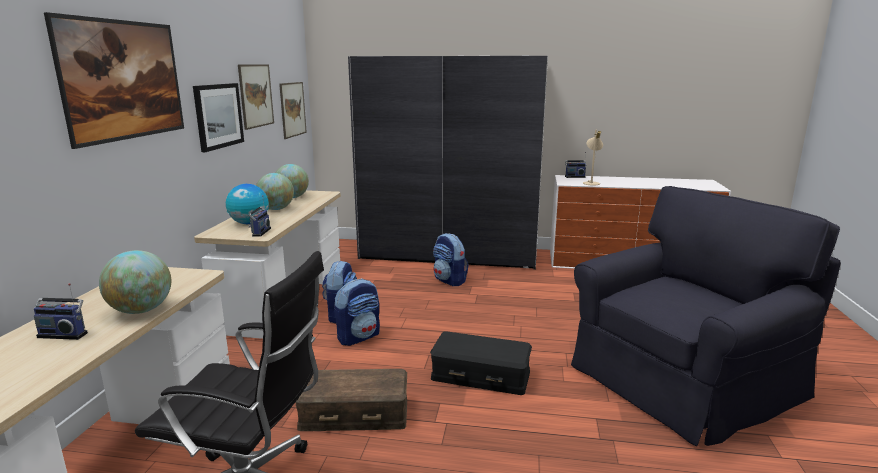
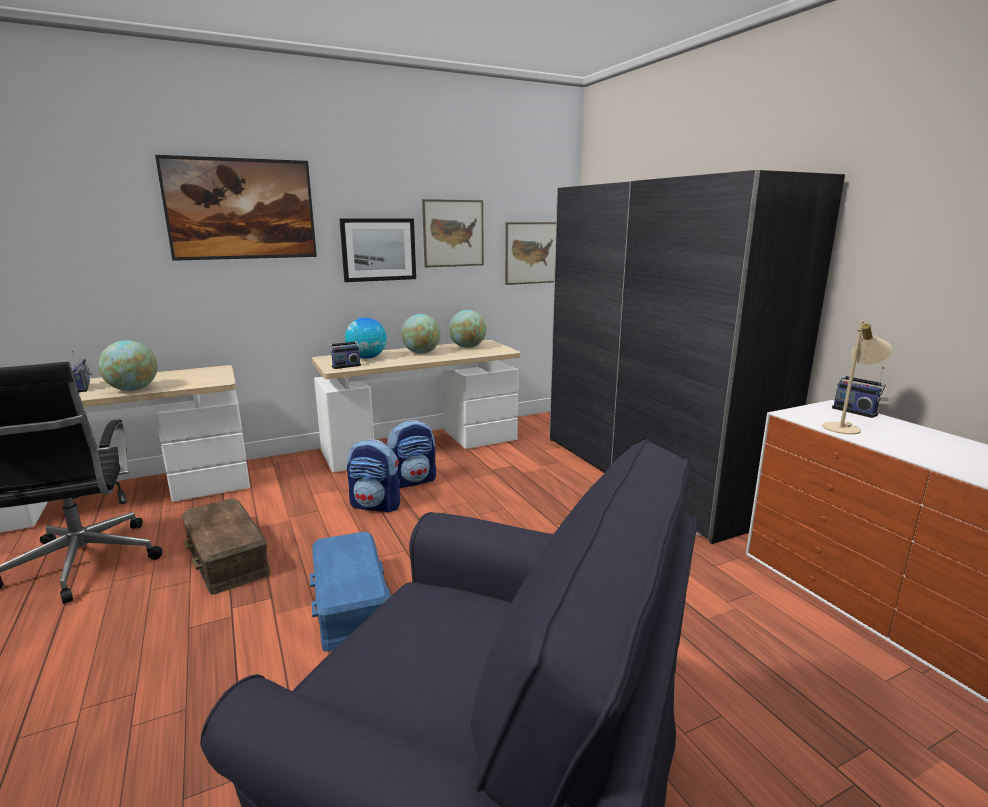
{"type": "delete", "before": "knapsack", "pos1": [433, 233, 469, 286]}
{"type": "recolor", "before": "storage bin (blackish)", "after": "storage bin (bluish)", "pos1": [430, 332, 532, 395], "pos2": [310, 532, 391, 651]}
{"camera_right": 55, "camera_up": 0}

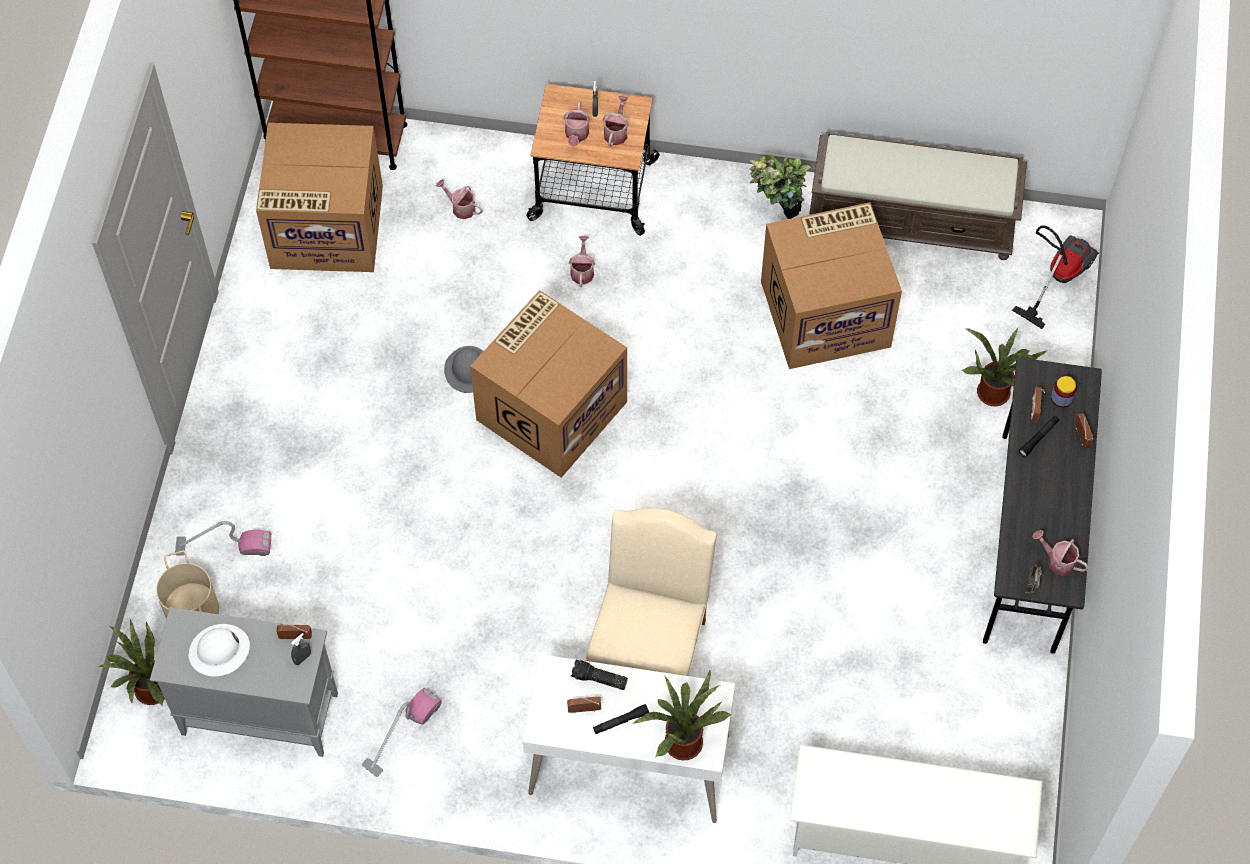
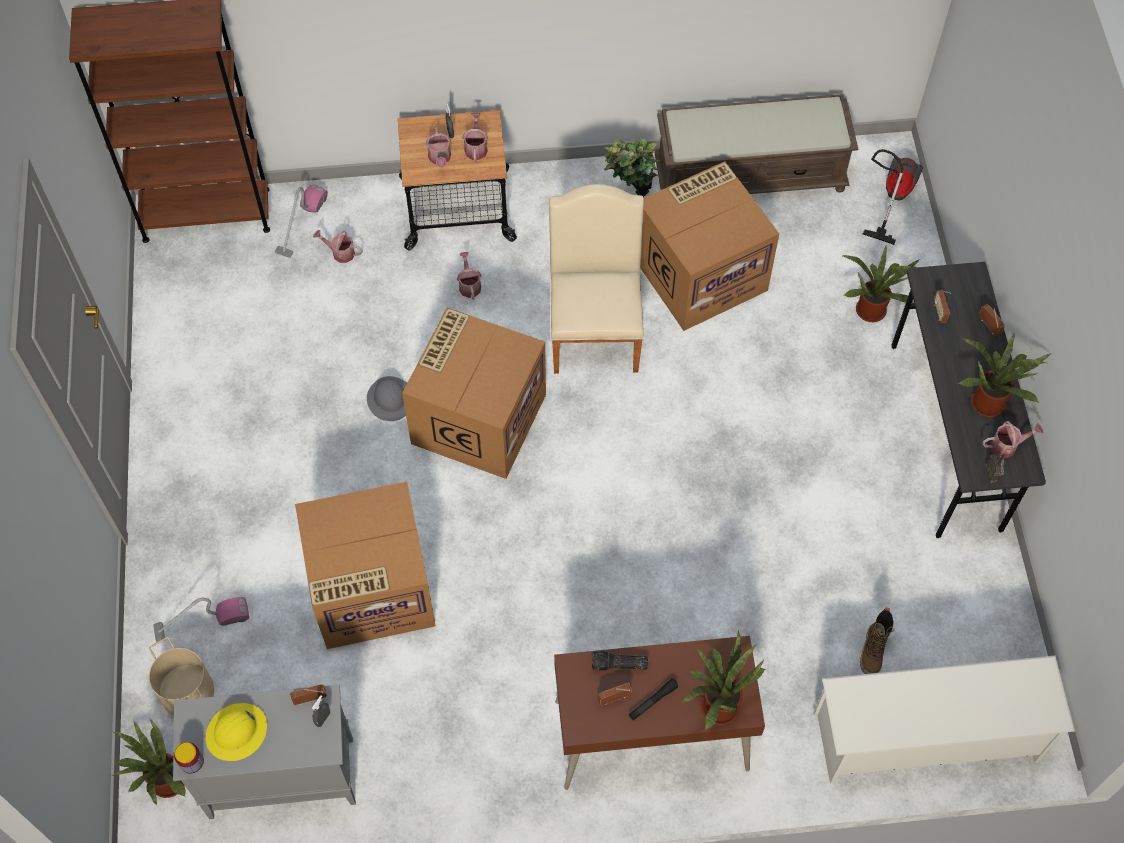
{"type": "delete", "before": "flashlight (blackish)", "pos1": [1019, 416, 1059, 457]}
{"type": "insert", "after": "high-top boot", "pos2": [860, 607, 894, 674]}
{"type": "insert", "after": "potted plant", "pos2": [958, 332, 1052, 417]}
{"type": "move", "before": "cardboard box", "pos1": [256, 123, 383, 272], "pos2": [295, 482, 436, 649]}
{"type": "move", "before": "vacuum cleaner", "pos1": [362, 688, 442, 777], "pos2": [275, 185, 328, 258]}
{"type": "move", "before": "chair (beige)", "pos1": [586, 508, 717, 676], "pos2": [549, 184, 644, 374]}
{"type": "move", "before": "jar", "pos1": [1051, 376, 1077, 407], "pos2": [174, 742, 204, 774]}
{"type": "recolor", "before": "hard hat (white)", "after": "hard hat (yellowish)", "pos1": [189, 624, 250, 677], "pos2": [206, 703, 267, 761]}
{"type": "recolor", "before": "desk (white)", "after": "desk (brown-coloured)", "pos1": [523, 654, 735, 823], "pos2": [554, 636, 765, 790]}
{"type": "rotate", "before": "watering pot", "pos1": [1033, 530, 1089, 576], "pos2": [983, 421, 1044, 458], "turn": 150}
{"camera_right": -15, "camera_up": 0}

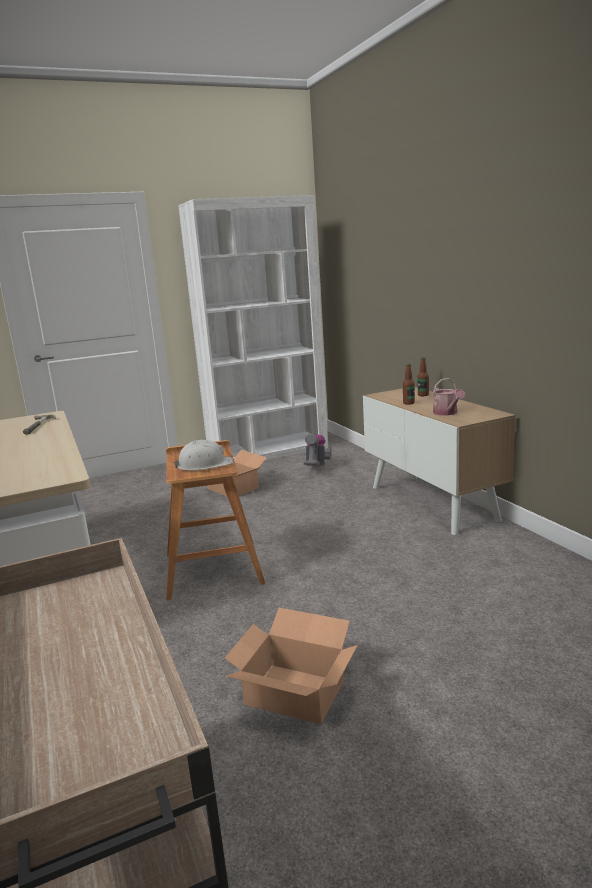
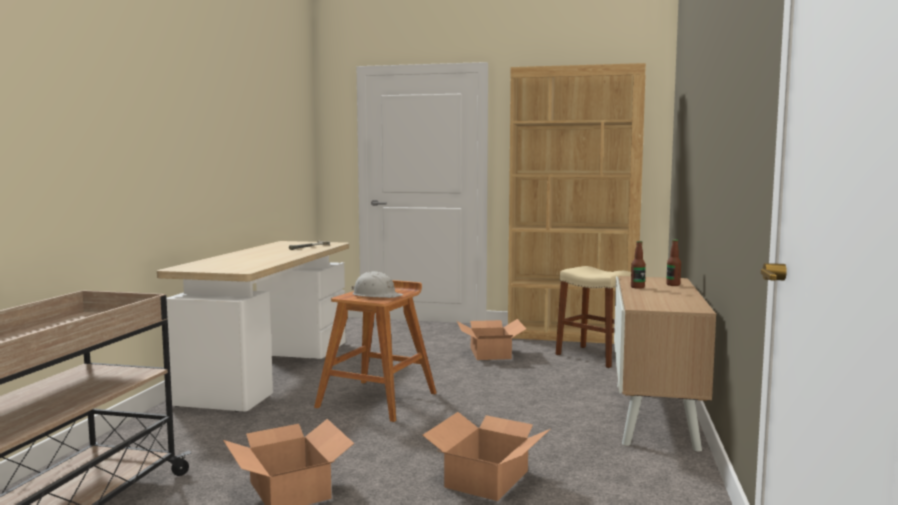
{"type": "delete", "before": "watering pot", "pos1": [433, 378, 465, 416]}
{"type": "insert", "after": "cardboard box", "pos2": [423, 412, 550, 501]}
{"type": "replace", "before": "vacuum cleaner", "after": "stool (beige)", "pos1": [304, 434, 331, 466], "pos2": [556, 266, 631, 368]}
{"type": "recolor", "before": "shelving unit (white)", "after": "shelving unit (brown-coloured)", "pos1": [178, 195, 328, 460], "pos2": [508, 63, 646, 344]}
{"camera_right": 35, "camera_up": -10}

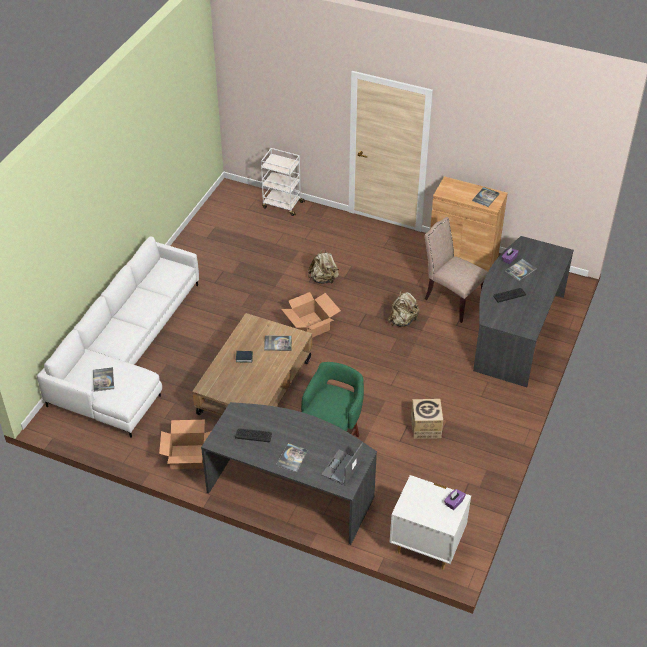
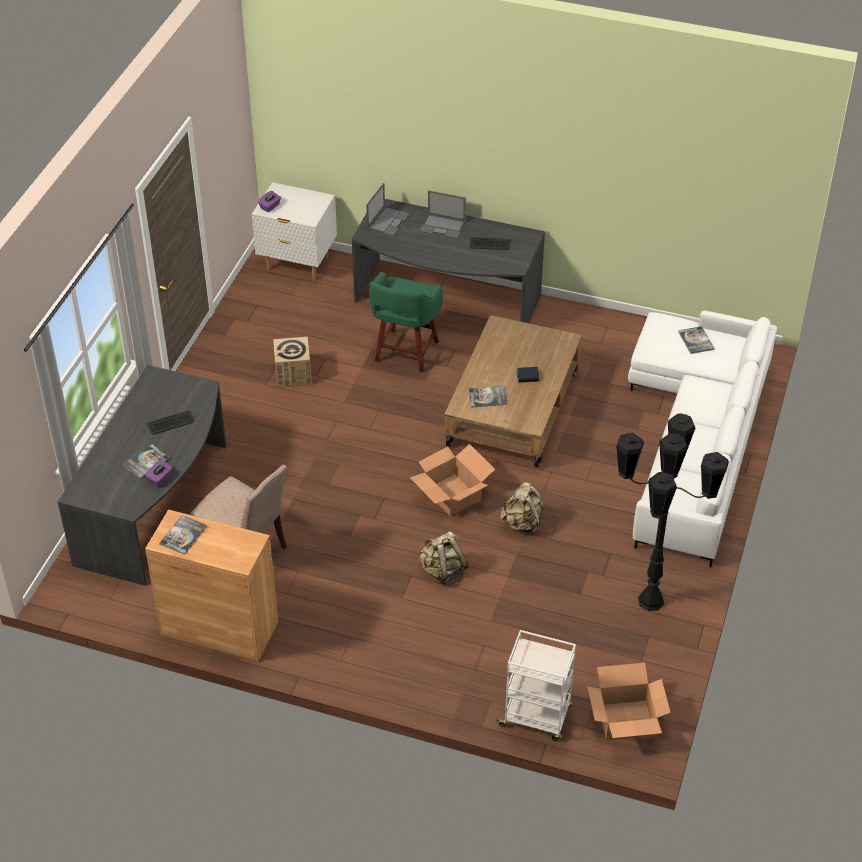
{"type": "insert", "after": "standard lamp (blackish)", "pos2": [616, 413, 729, 611]}
{"type": "move", "before": "cardboard box", "pos1": [159, 420, 211, 469], "pos2": [587, 663, 671, 741]}
{"type": "move", "before": "knapsack (beige)", "pos1": [388, 291, 419, 327], "pos2": [500, 482, 544, 535]}
{"type": "replace", "before": "book", "after": "laptop", "pos1": [276, 443, 309, 473], "pos2": [420, 190, 466, 239]}
{"camera_right": 175, "camera_up": 0}

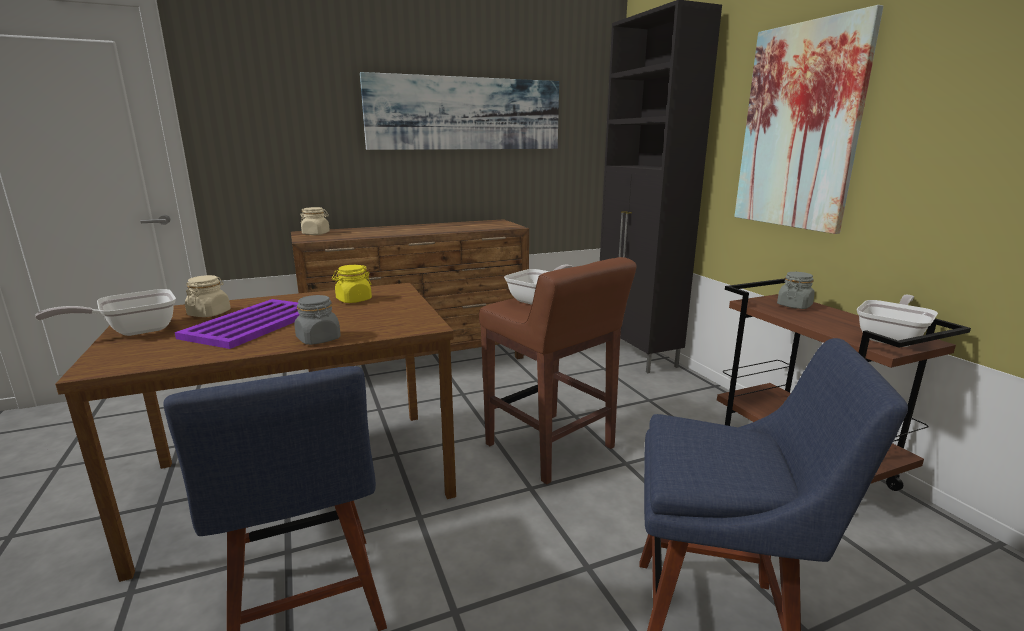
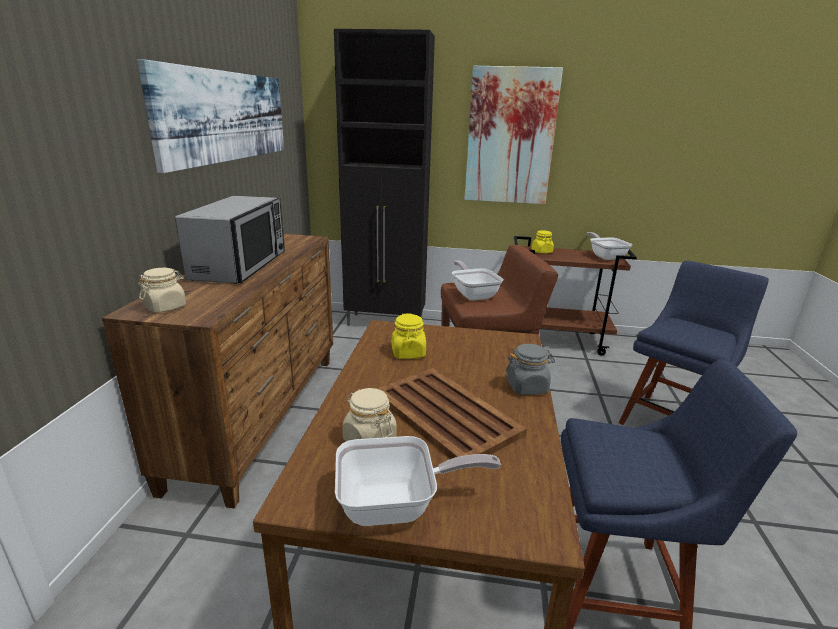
{"type": "insert", "after": "microwave oven", "pos2": [175, 196, 285, 284]}
{"type": "recolor", "before": "carrying tray (purple)", "after": "carrying tray (brown-coloured)", "pos1": [175, 299, 299, 349], "pos2": [377, 368, 527, 469]}
{"type": "recolor", "before": "jar (grey)", "after": "jar (yellowish)", "pos1": [777, 272, 815, 309], "pos2": [532, 230, 554, 253]}
{"type": "rotate", "before": "frying pan", "pos1": [35, 289, 176, 336], "pos2": [335, 436, 501, 526], "turn": -90}
{"camera_right": -60, "camera_up": 5}

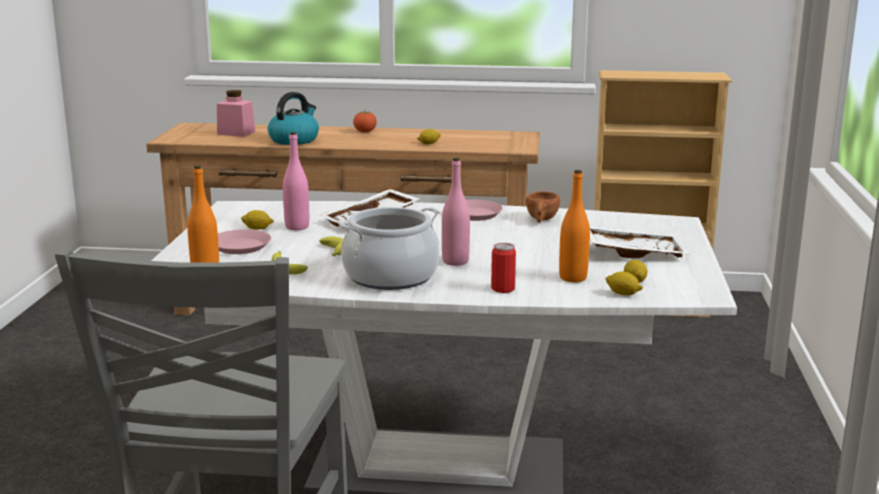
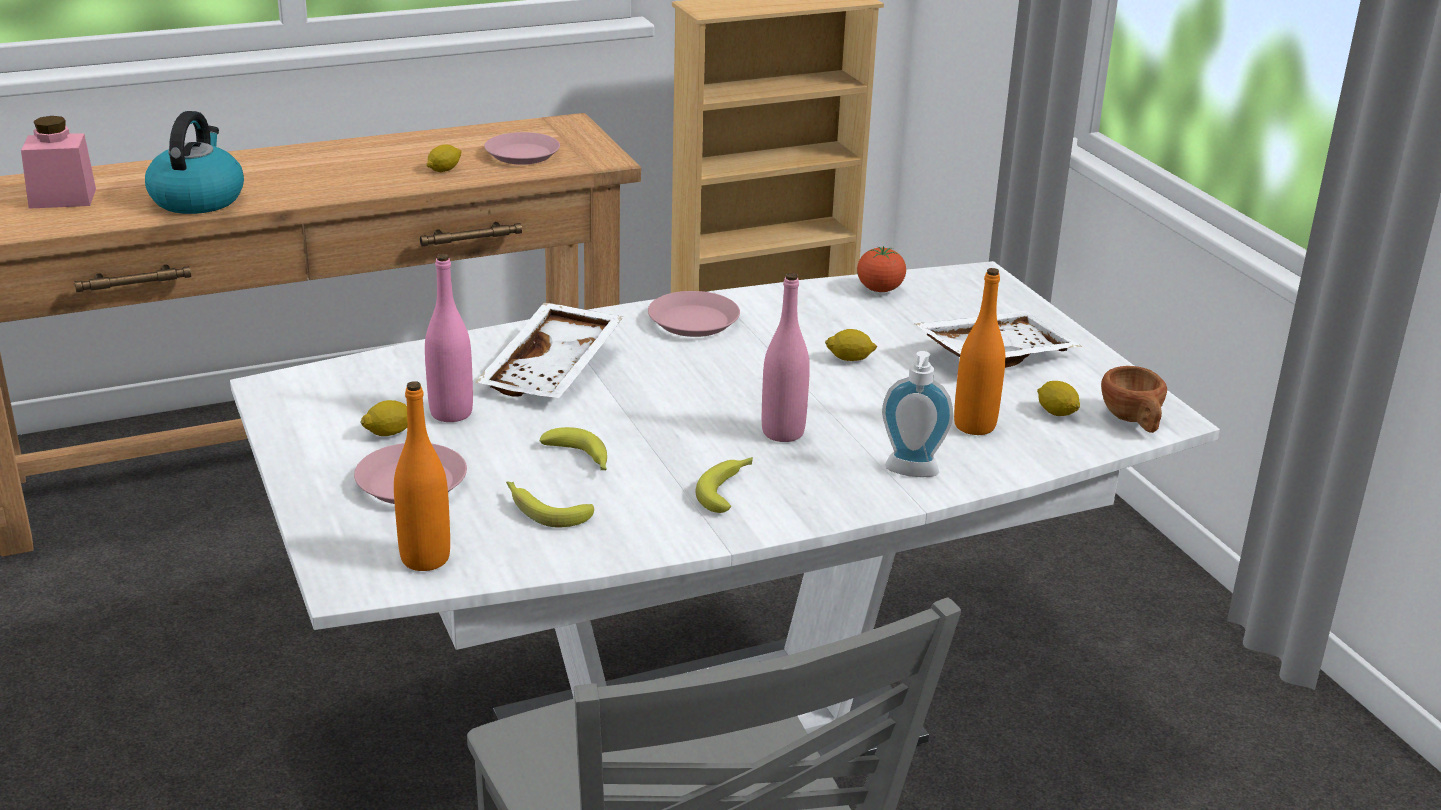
{"type": "insert", "after": "plate (pink-coloured)", "pos2": [484, 132, 560, 165]}
{"type": "move", "before": "whole tomato", "pos1": [353, 111, 377, 133], "pos2": [857, 246, 906, 292]}
{"type": "move", "before": "drinking cup (brown-coloured)", "pos1": [526, 191, 560, 223], "pos2": [1101, 366, 1167, 433]}
{"type": "move", "before": "whole lemon", "pos1": [606, 271, 643, 295], "pos2": [825, 329, 877, 361]}
{"type": "replace", "before": "stockpot", "after": "banana fruit", "pos1": [338, 207, 440, 290], "pos2": [695, 457, 753, 513]}
{"type": "replace", "before": "metal can", "after": "liquid soap bottle", "pos1": [491, 243, 516, 293], "pos2": [882, 351, 953, 477]}
{"camera_right": -30, "camera_up": 10}

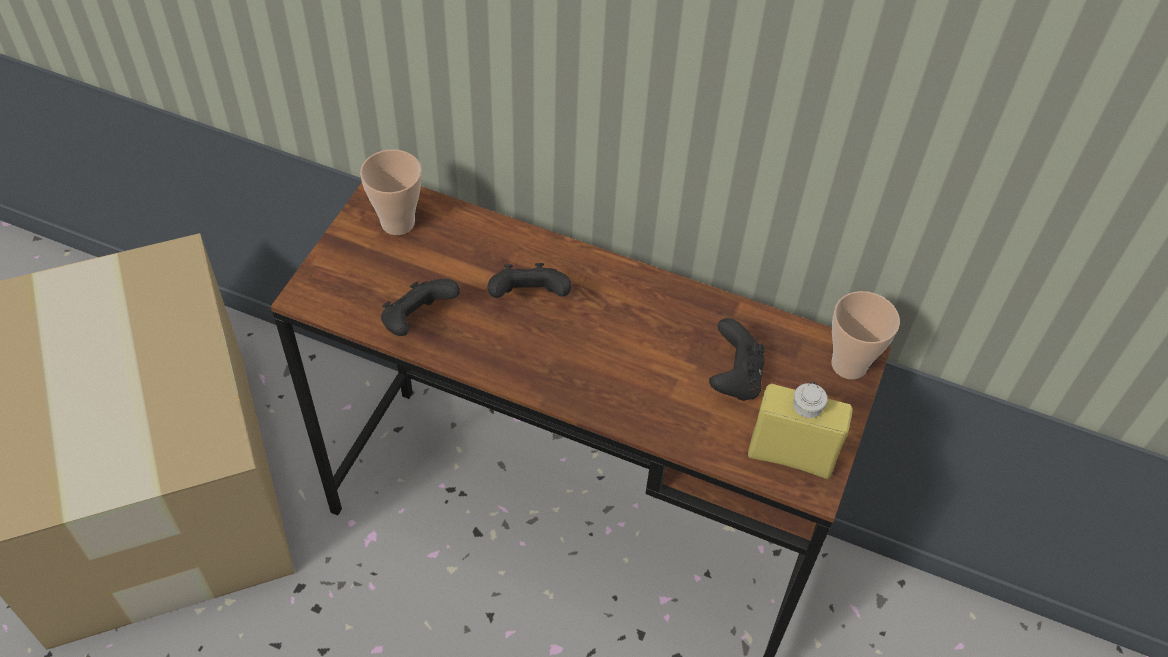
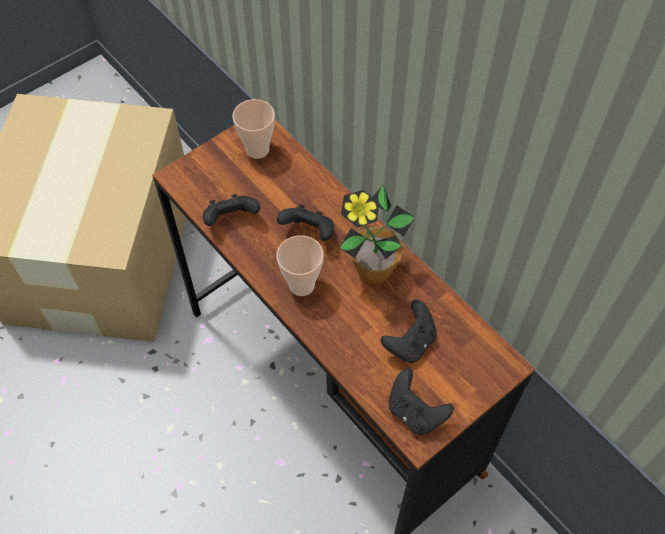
{"type": "insert", "after": "potted plant", "pos2": [339, 185, 415, 284]}
{"type": "move", "before": "drinking cup", "pos1": [831, 291, 900, 379], "pos2": [277, 235, 324, 296]}
{"type": "replace", "before": "bottle (yellowish)", "after": "joypad (blackish)", "pos1": [748, 382, 853, 479], "pos2": [389, 369, 454, 435]}
{"camera_right": 30, "camera_up": 5}

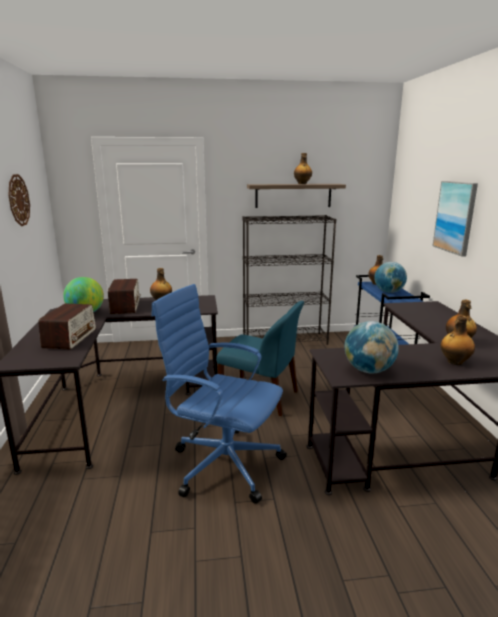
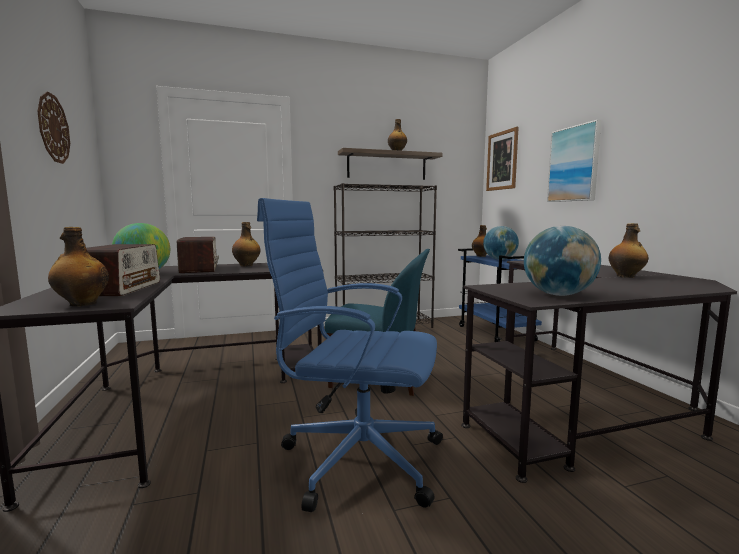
{"type": "insert", "after": "picture", "pos2": [486, 127, 519, 191]}
{"type": "move", "before": "bottle", "pos1": [441, 315, 475, 365], "pos2": [48, 227, 109, 306]}
{"camera_right": -10, "camera_up": -10}

